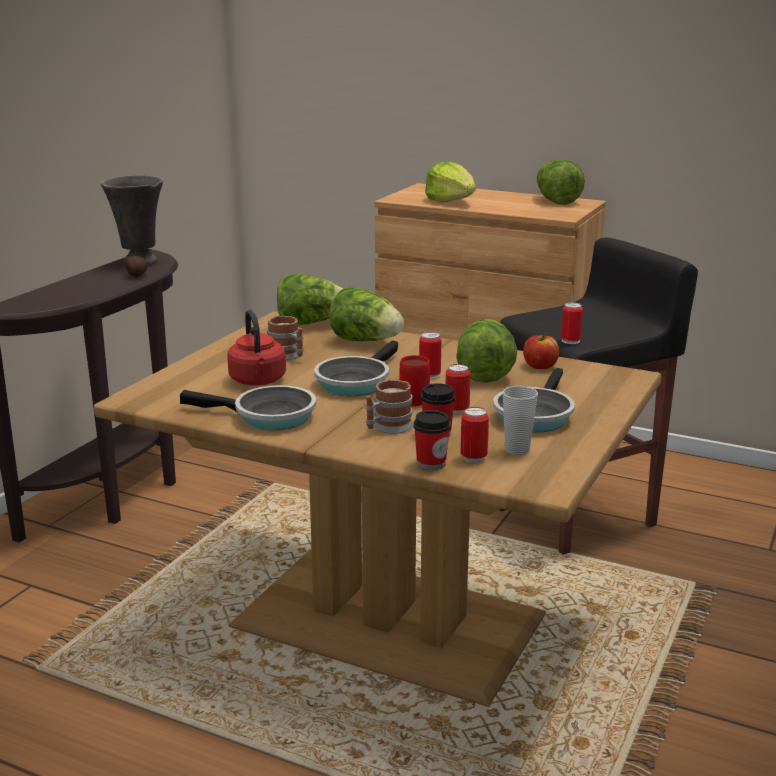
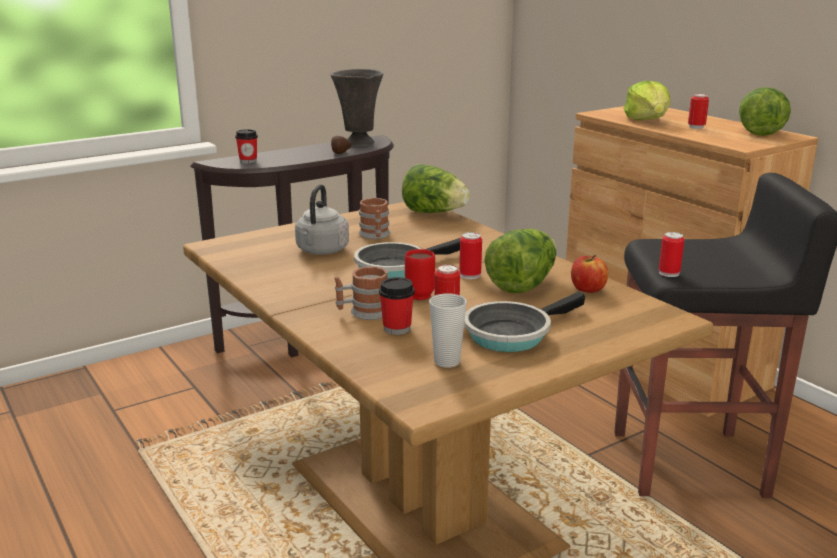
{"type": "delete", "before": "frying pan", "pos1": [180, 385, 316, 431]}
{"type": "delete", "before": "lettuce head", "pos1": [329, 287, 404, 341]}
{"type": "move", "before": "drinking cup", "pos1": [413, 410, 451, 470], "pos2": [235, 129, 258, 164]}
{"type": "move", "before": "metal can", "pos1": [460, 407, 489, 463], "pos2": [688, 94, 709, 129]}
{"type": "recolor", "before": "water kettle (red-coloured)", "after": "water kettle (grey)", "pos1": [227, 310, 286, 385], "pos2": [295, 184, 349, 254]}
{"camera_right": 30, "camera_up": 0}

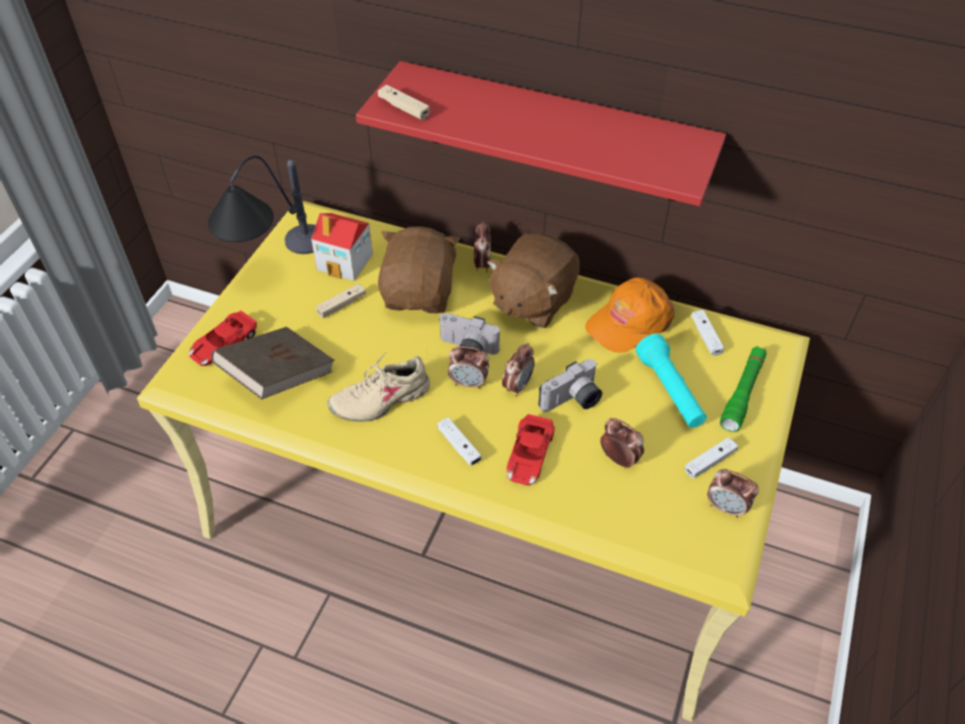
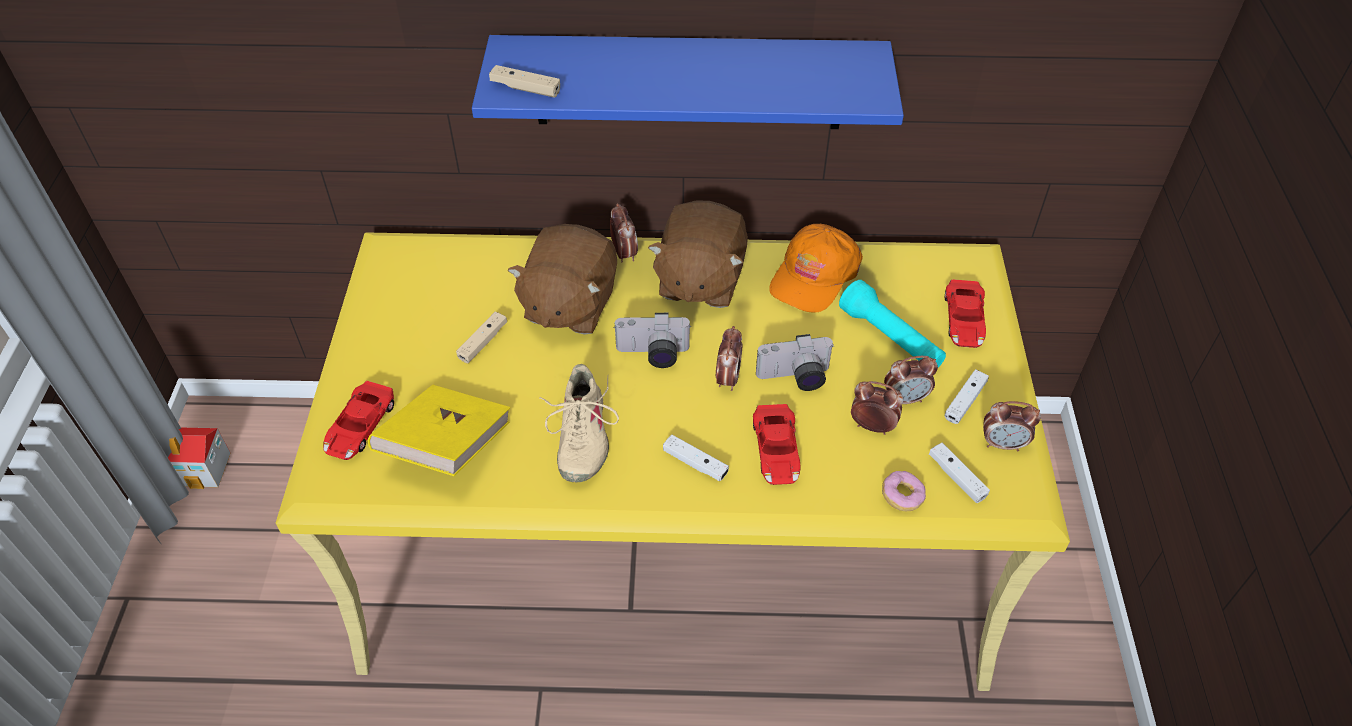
{"type": "delete", "before": "lamp for a table", "pos1": [208, 155, 316, 254]}
{"type": "insert", "after": "doughnut", "pos2": [882, 471, 926, 511]}
{"type": "move", "before": "miniature house", "pos1": [311, 213, 373, 281], "pos2": [168, 428, 230, 489]}
{"type": "move", "before": "bedside clock", "pos1": [448, 346, 489, 389], "pos2": [884, 356, 938, 404]}
{"type": "move", "before": "joypad (white)", "pos1": [691, 310, 724, 356], "pos2": [929, 443, 990, 503]}
{"type": "replace", "before": "flashlight (greenish)", "after": "miniature car (red-coloured)", "pos1": [720, 346, 767, 432], "pos2": [945, 279, 986, 348]}
{"type": "recolor", "before": "book (brown-coloured)", "after": "book (yellowish)", "pos1": [211, 327, 335, 399], "pos2": [368, 385, 510, 476]}
{"type": "recolor", "before": "shelf (red-coloured)", "after": "shelf (bluish)", "pos1": [356, 61, 726, 206], "pos2": [472, 35, 904, 129]}
{"type": "rotate", "before": "item of footwear (beige)", "pos1": [327, 352, 430, 422], "pos2": [539, 364, 619, 482], "turn": -45}
{"type": "rotate", "before": "soft toy (brown-coloured)", "pos1": [378, 226, 460, 313], "pos2": [508, 224, 617, 335], "turn": -150}
{"type": "rotate", "before": "photo camera", "pos1": [539, 359, 602, 412], "pos2": [756, 334, 835, 391], "turn": 45}
{"camera_right": -20, "camera_up": 0}

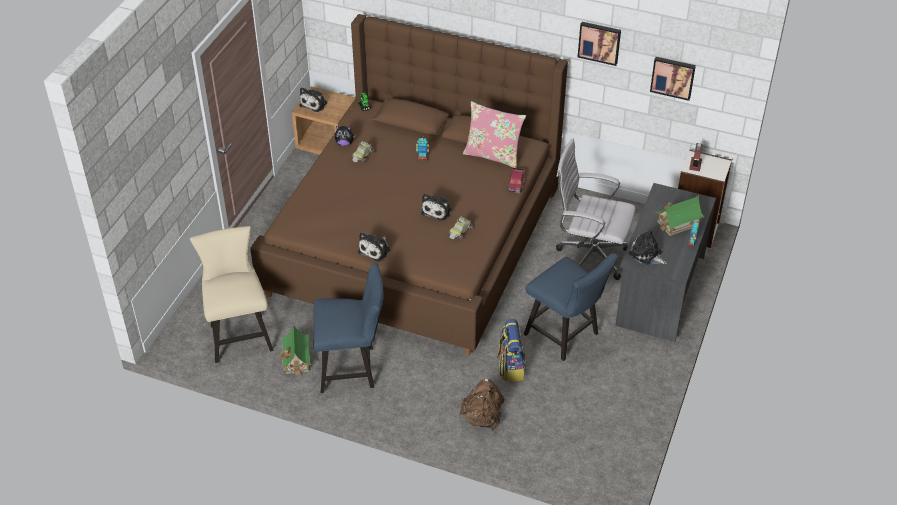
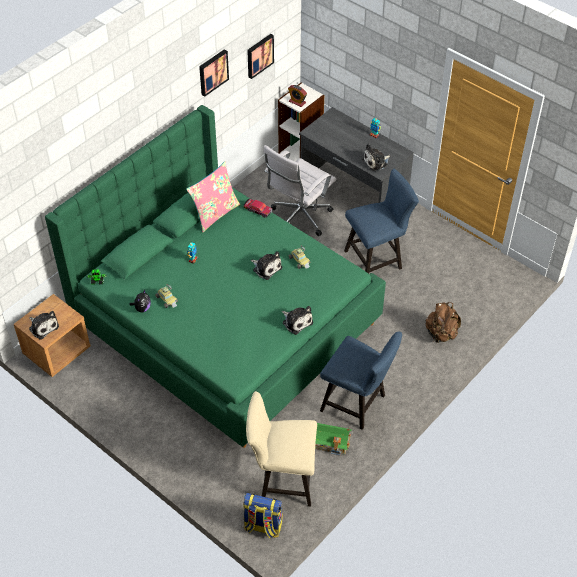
{"type": "delete", "before": "miniature house", "pos1": [655, 194, 705, 236]}
{"type": "move", "before": "knapsack", "pos1": [497, 319, 526, 382], "pos2": [243, 493, 283, 538]}
{"type": "recolor", "before": "bed (brown-coloured)", "after": "bed (greenish)", "pos1": [250, 14, 568, 356], "pos2": [45, 105, 386, 448]}
{"type": "rotate", "before": "chair (bluish)", "pos1": [313, 263, 384, 393], "pos2": [320, 331, 402, 430], "turn": 105}
{"camera_right": -70, "camera_up": 5}

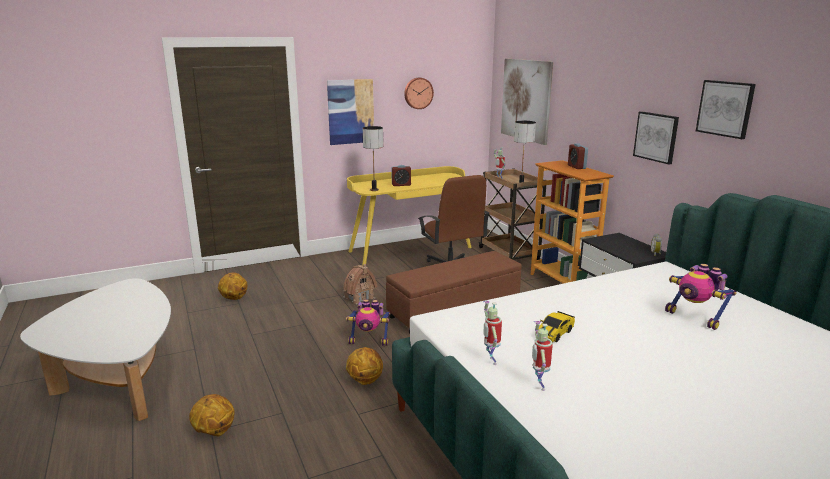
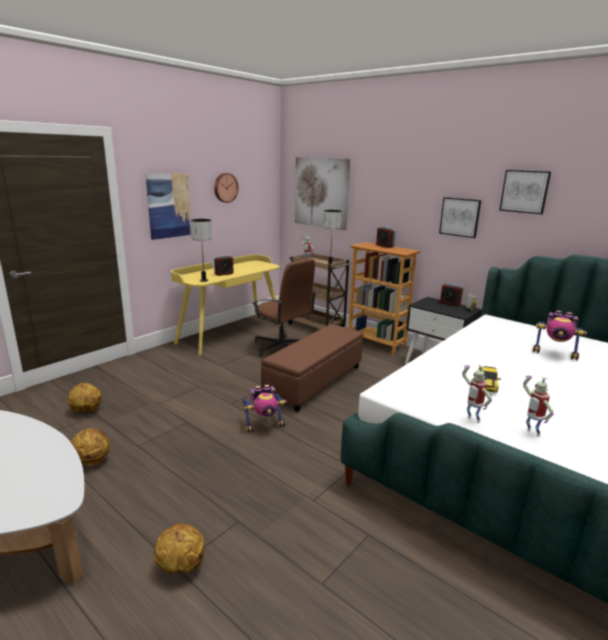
{"type": "delete", "before": "miniature house", "pos1": [343, 264, 378, 305]}
{"type": "insert", "after": "bedside clock", "pos2": [440, 284, 463, 306]}
{"type": "move", "before": "ball for basketball", "pos1": [346, 347, 383, 385], "pos2": [71, 428, 110, 466]}
{"camera_right": -25, "camera_up": 0}

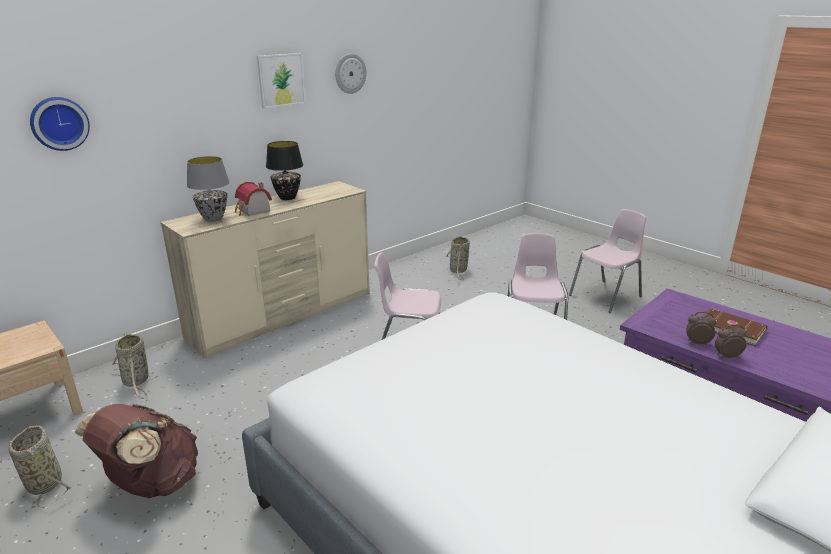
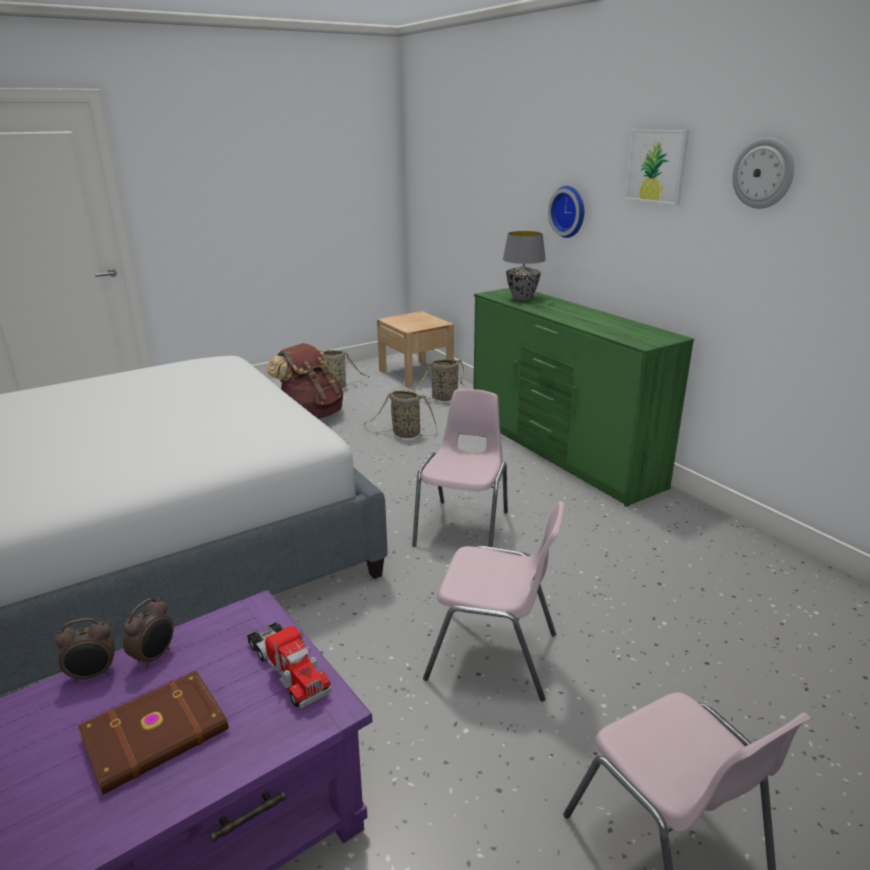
{"type": "delete", "before": "miniature house", "pos1": [235, 182, 272, 216]}
{"type": "delete", "before": "lamp for a table (blackish)", "pos1": [266, 141, 303, 200]}
{"type": "insert", "after": "toy lorry", "pos2": [247, 622, 332, 709]}
{"type": "move", "before": "wall clock", "pos1": [30, 97, 90, 151], "pos2": [548, 186, 584, 238]}
{"type": "move", "before": "household basket", "pos1": [445, 235, 470, 281], "pos2": [364, 390, 437, 438]}
{"type": "recolor", "before": "drawer chest (beige)", "after": "drawer chest (greenish)", "pos1": [160, 181, 370, 358], "pos2": [473, 288, 694, 506]}
{"type": "rotate", "before": "bedside clock", "pos1": [715, 324, 747, 358], "pos2": [55, 618, 115, 683], "turn": 60}
{"camera_right": 100, "camera_up": 0}

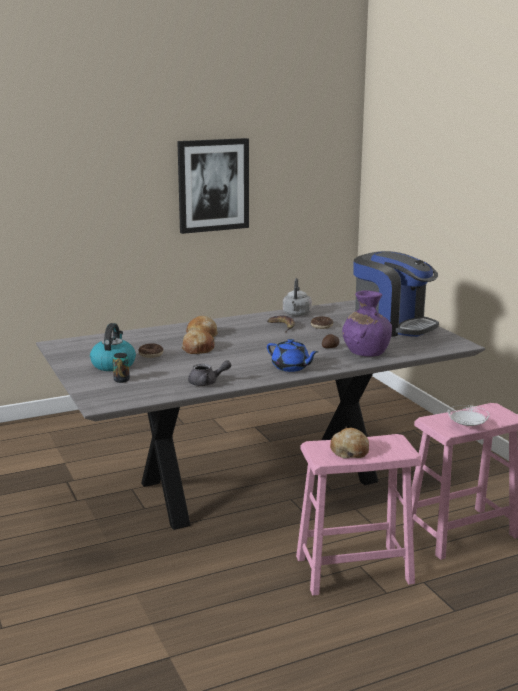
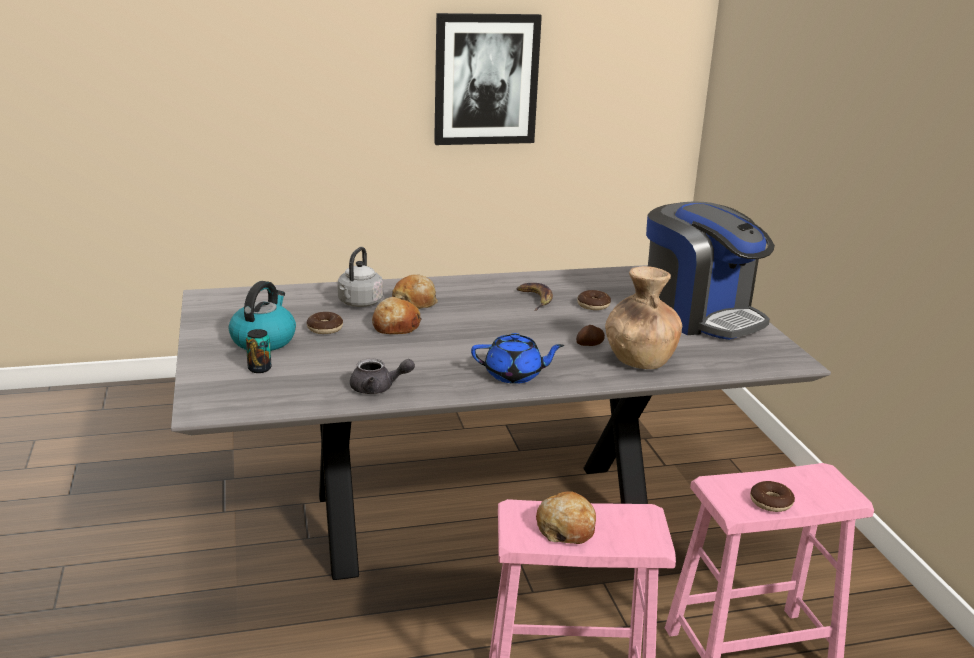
{"type": "move", "before": "water kettle (grey)", "pos1": [283, 278, 312, 316], "pos2": [337, 247, 383, 307]}
{"type": "replace", "before": "plate (white)", "after": "doughnut", "pos1": [448, 405, 489, 426], "pos2": [750, 481, 795, 512]}
{"type": "recolor", "before": "flower vase (purple)", "after": "flower vase (brown-coloured)", "pos1": [342, 290, 392, 356], "pos2": [605, 266, 682, 369]}
{"type": "rotate", "before": "pot for tea (bluish)", "pos1": [267, 339, 318, 372], "pos2": [471, 333, 564, 384], "turn": -45}
{"camera_right": 10, "camera_up": 5}

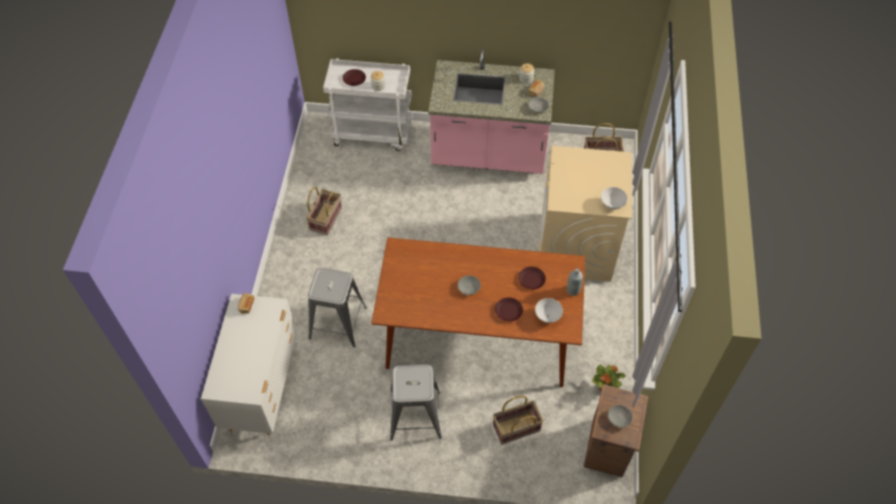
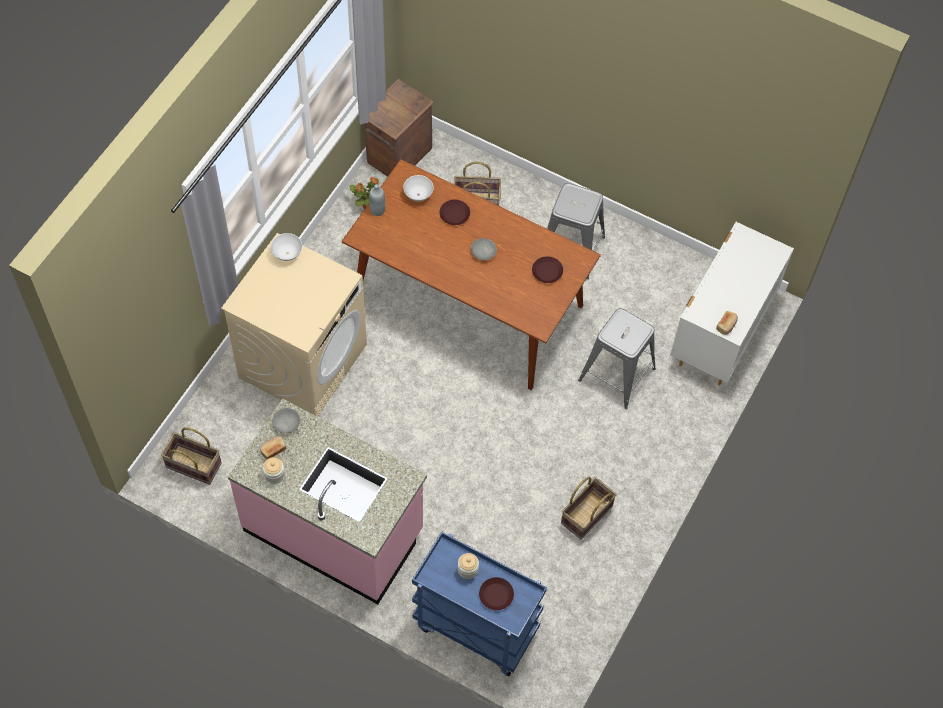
{"type": "delete", "before": "bowl (grey)", "pos1": [608, 405, 633, 428]}
{"type": "move", "before": "plate (brown-coloured)", "pos1": [518, 267, 546, 290], "pos2": [532, 256, 563, 283]}
{"type": "recolor", "before": "trolley (white)", "after": "trolley (bluish)", "pos1": [323, 58, 413, 151], "pos2": [412, 531, 547, 676]}
{"camera_right": -160, "camera_up": 5}

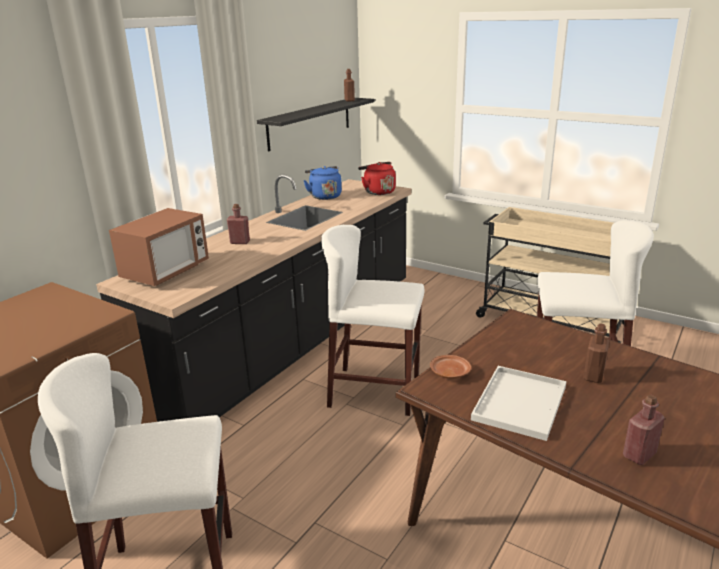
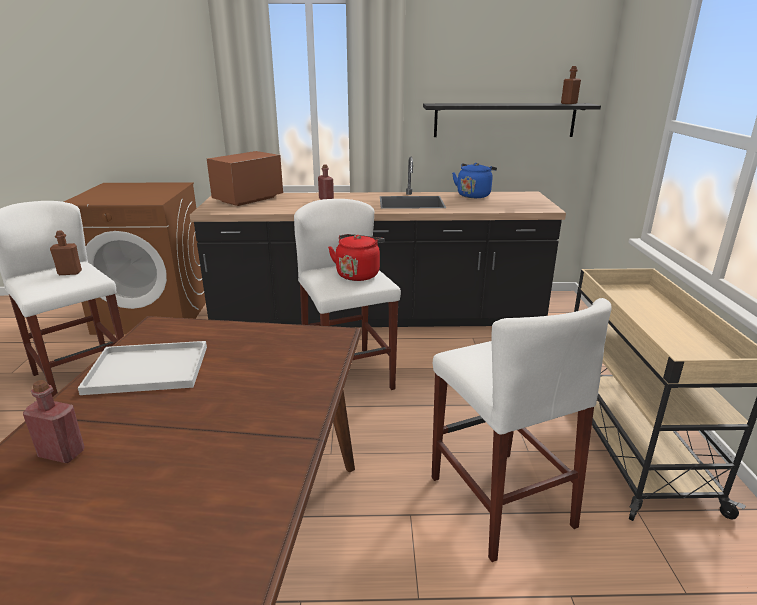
{"type": "delete", "before": "plate (brown-coloured)", "pos1": [430, 355, 471, 379]}
{"type": "move", "before": "water kettle (red-coloured)", "pos1": [358, 162, 396, 195], "pos2": [328, 234, 385, 281]}
{"type": "move", "before": "bottle (brown-coloured)", "pos1": [583, 323, 610, 383], "pos2": [50, 231, 82, 275]}
{"type": "rotate", "before": "microwave oven", "pos1": [109, 208, 209, 286], "pos2": [207, 151, 283, 206], "turn": 135}
{"camera_right": 55, "camera_up": 0}

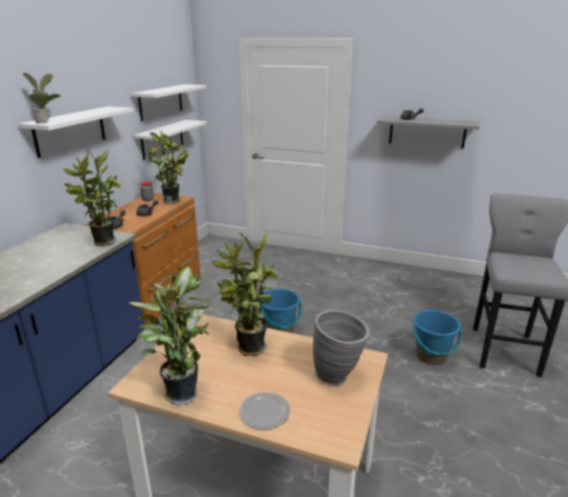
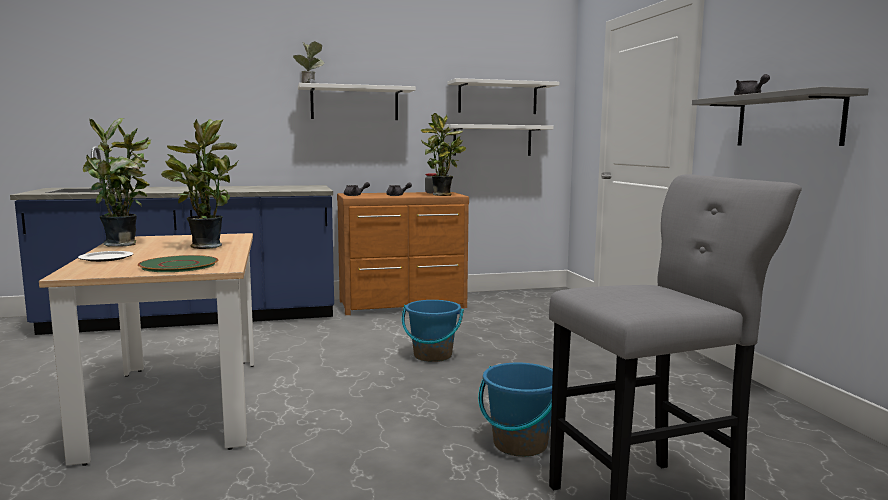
{"type": "delete", "before": "potted plant", "pos1": [63, 150, 121, 246]}
{"type": "replace", "before": "flower vase (grey)", "after": "plate (greenish)", "pos1": [313, 310, 369, 386], "pos2": [138, 255, 218, 272]}
{"camera_right": 55, "camera_up": -15}

